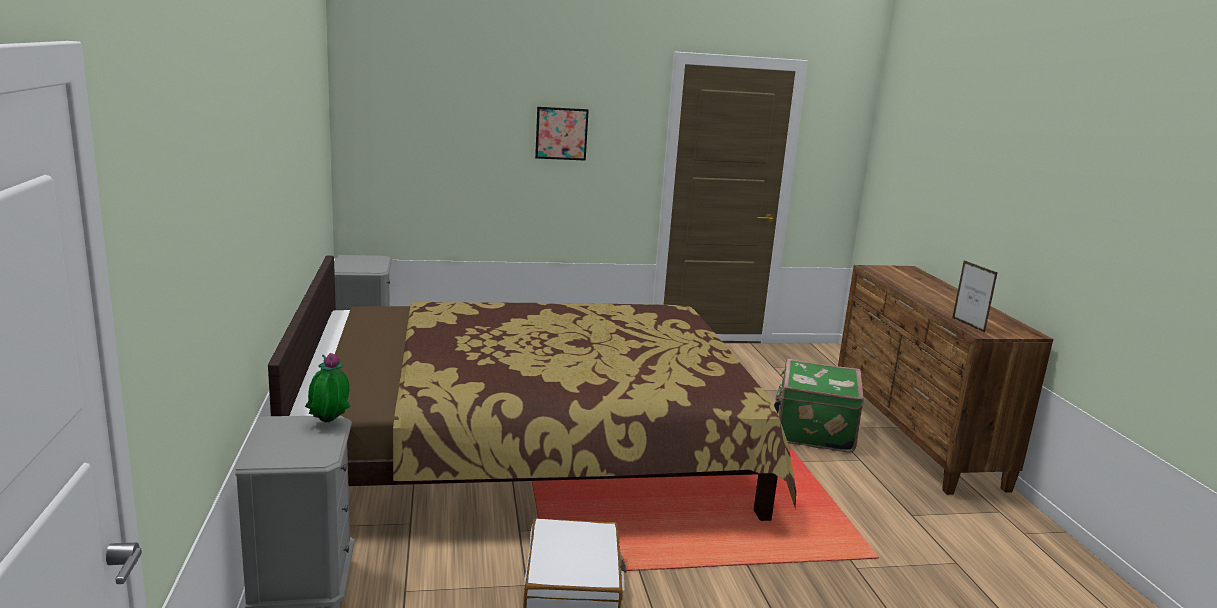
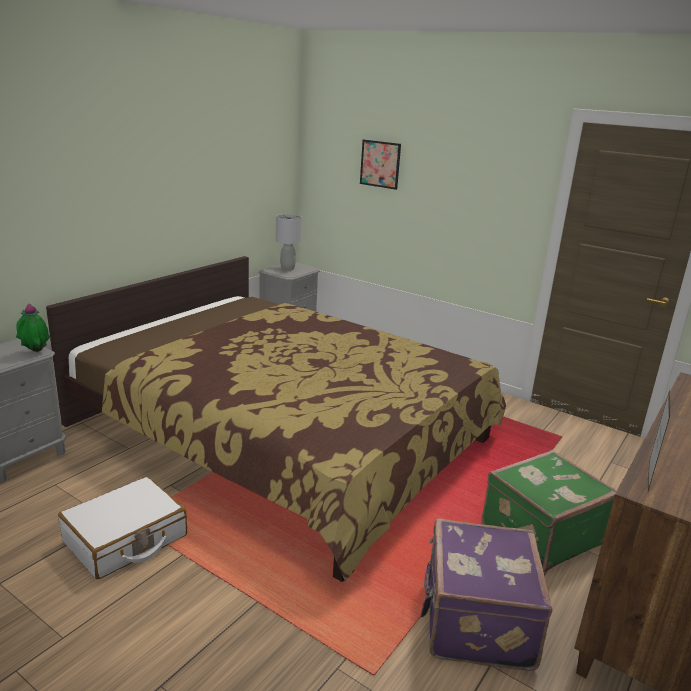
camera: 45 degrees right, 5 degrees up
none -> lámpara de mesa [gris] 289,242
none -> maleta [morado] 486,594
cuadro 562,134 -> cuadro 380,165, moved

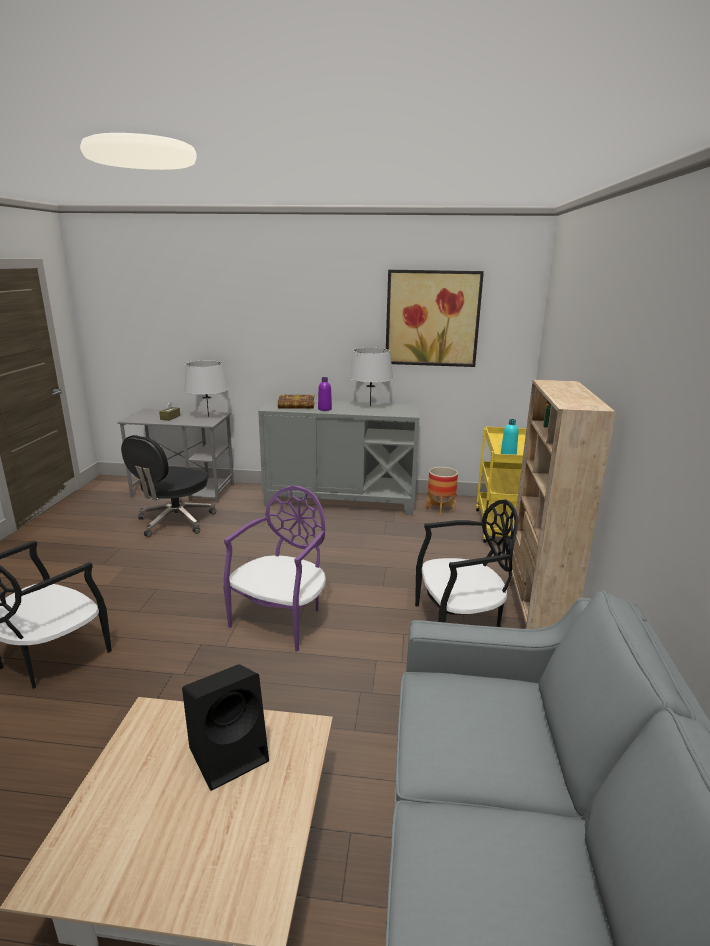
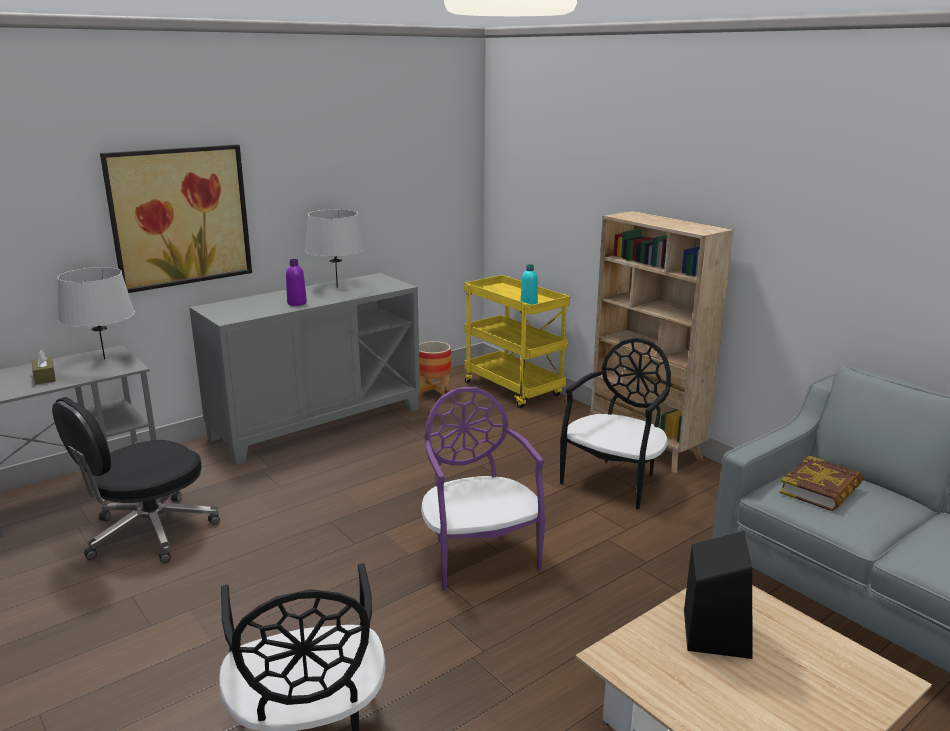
camera: 45 degrees left, 0 degrees up
libro 296,401 -> libro 821,483, moved
cuadro 435,318 -> cuadro 176,219, moved
silla de oficina [negro] 168,486 -> silla de oficina [negro] 136,480, 60 degrees clockwise

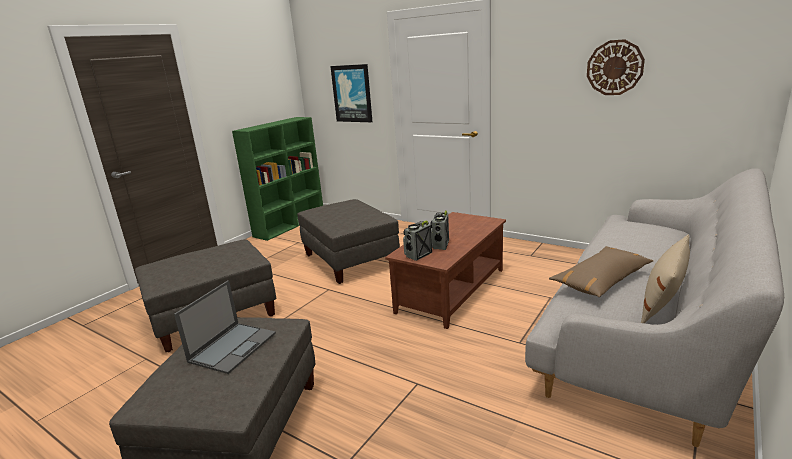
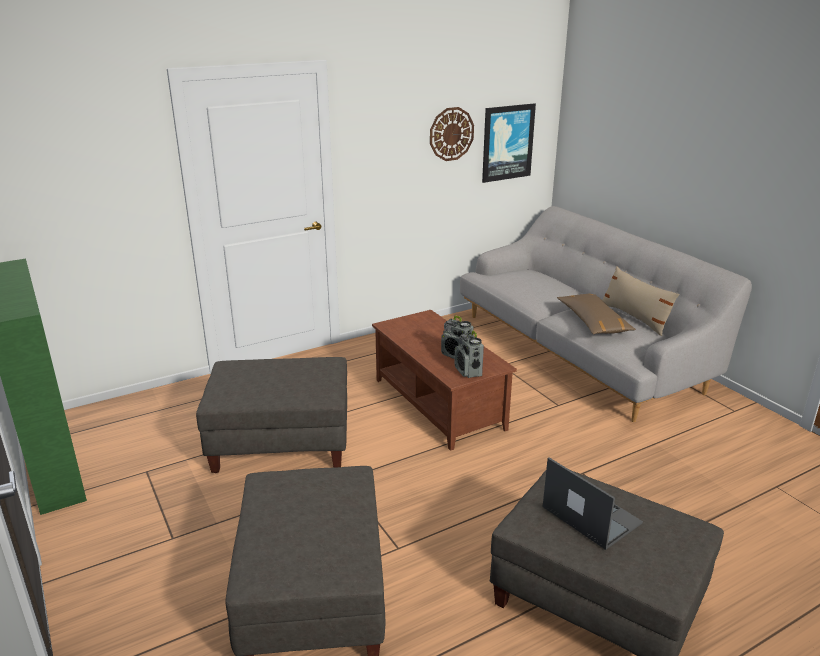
camera: 65 degrees left, 5 degrees up
cuadro 351,93 -> cuadro 509,143, moved

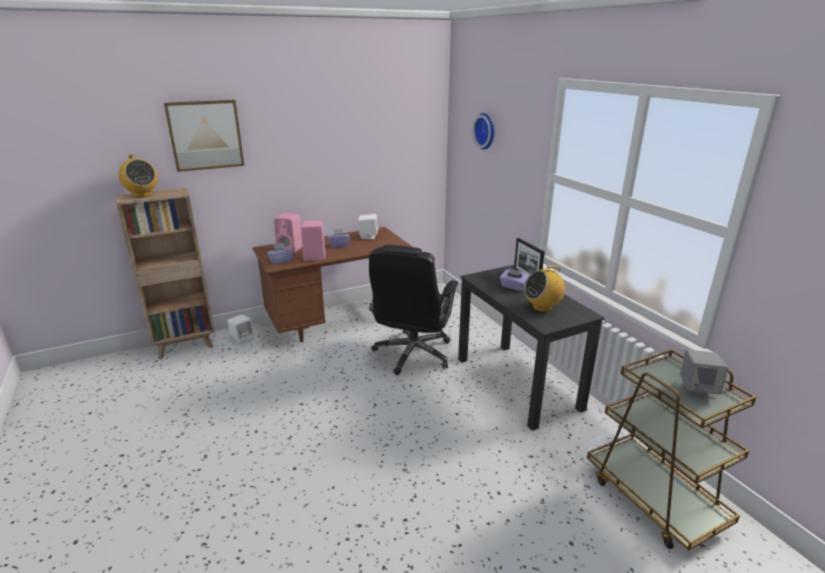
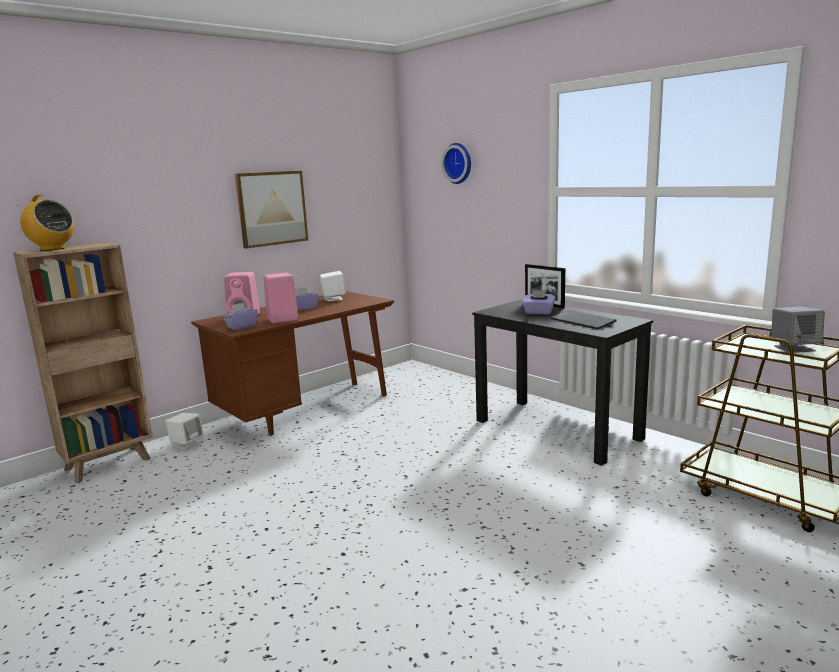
camera: 15 degrees left, 10 degrees down
silla de oficina [negro] 413,310 -> none
cuadro 204,136 -> cuadro 271,210, moved
radio 544,289 -> teclado 583,319

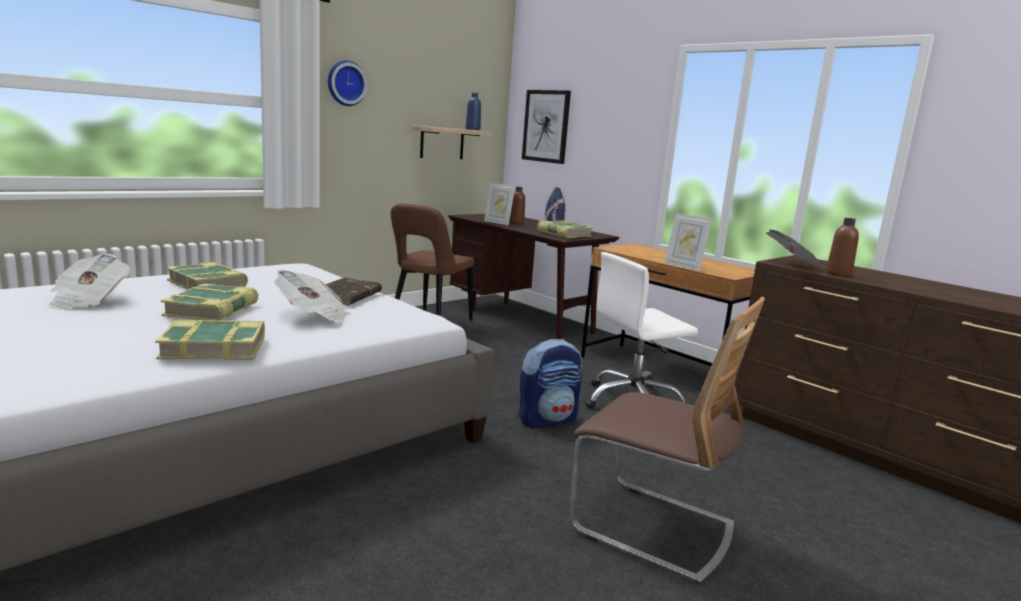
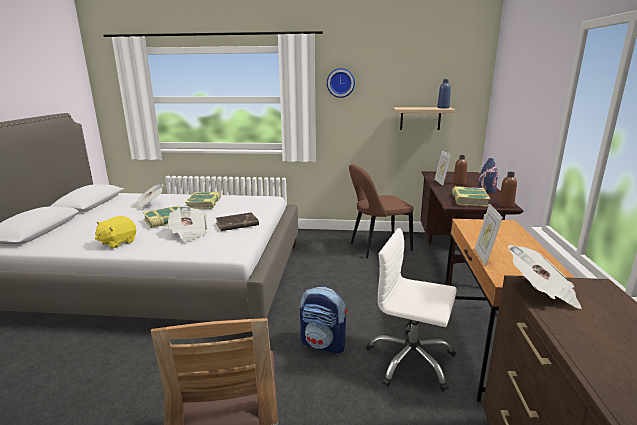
camera: 50 degrees right, 5 degrees up
cuadro 546,127 -> none
botella [marrón] 842,247 -> botella [marrón] 507,190, moved
libro 210,340 -> peluche [amarillo] 115,232

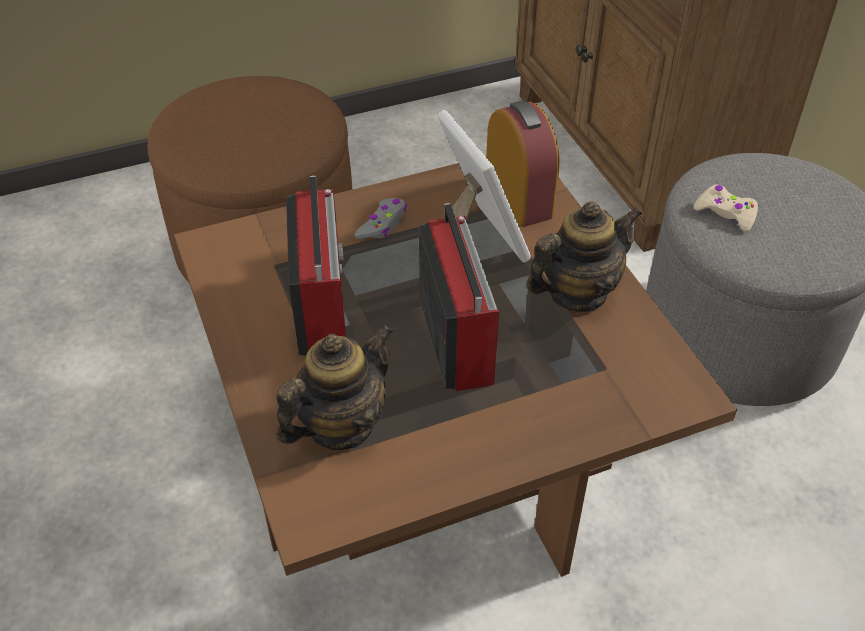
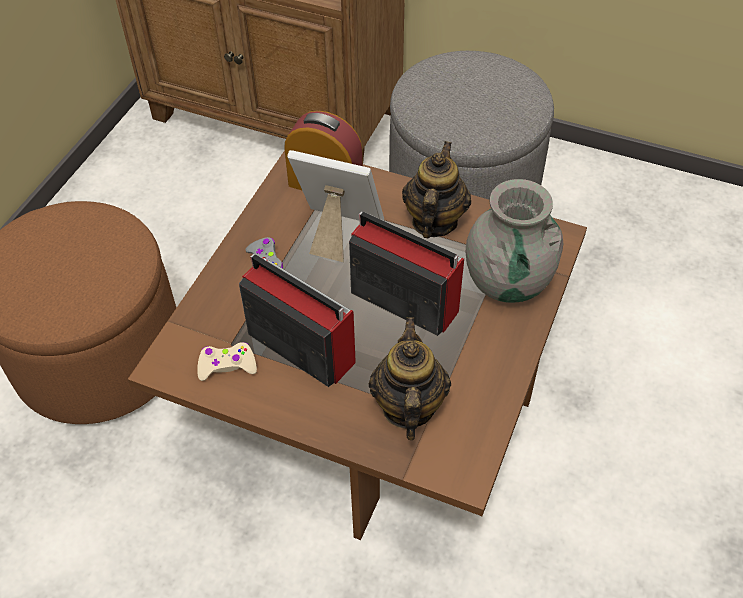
camera: 45 degrees left, 5 degrees up
none -> florero [gris] 514,241
mando de consola [beis] 726,208 -> mando de consola [beis] 227,361, moved

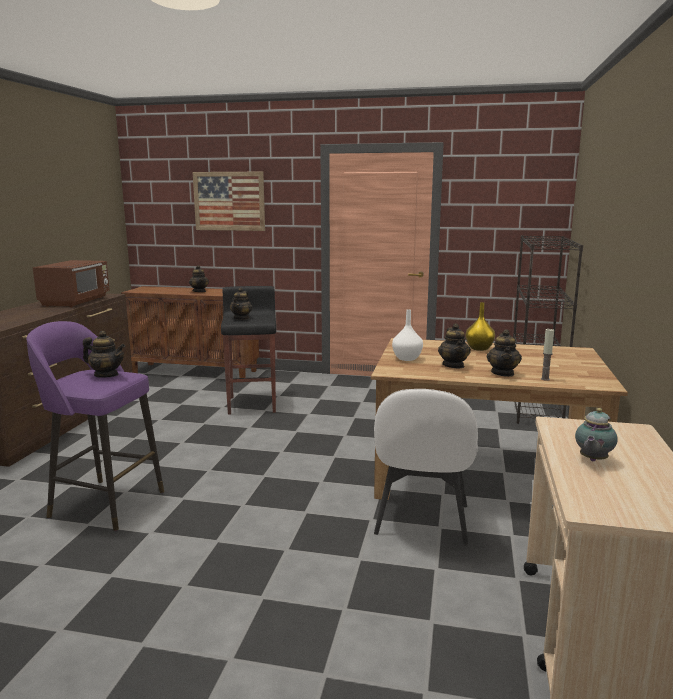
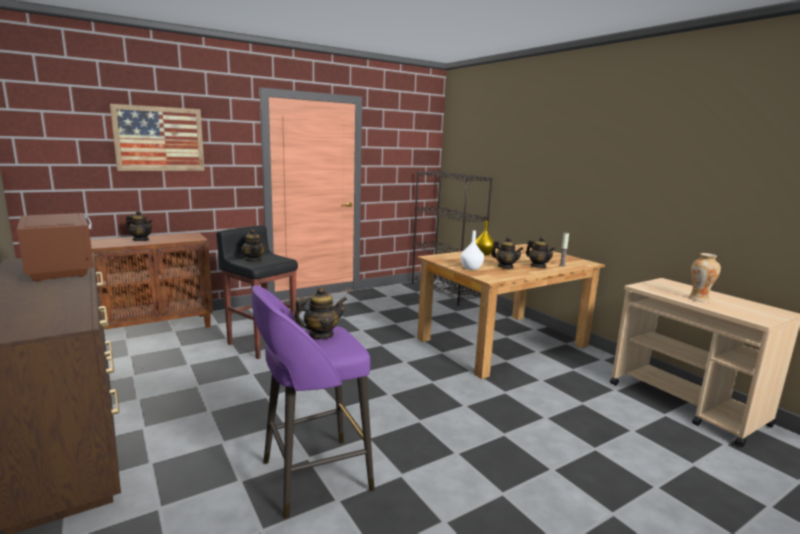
camera: 45 degrees left, 0 degrees up
silla [blanco] 426,466 -> none
tetera 596,434 -> florero 704,277

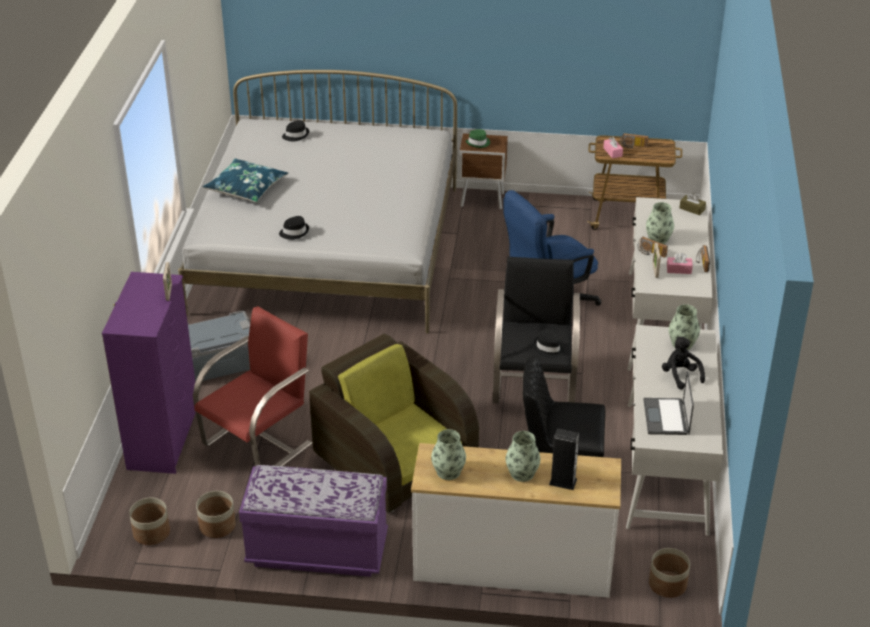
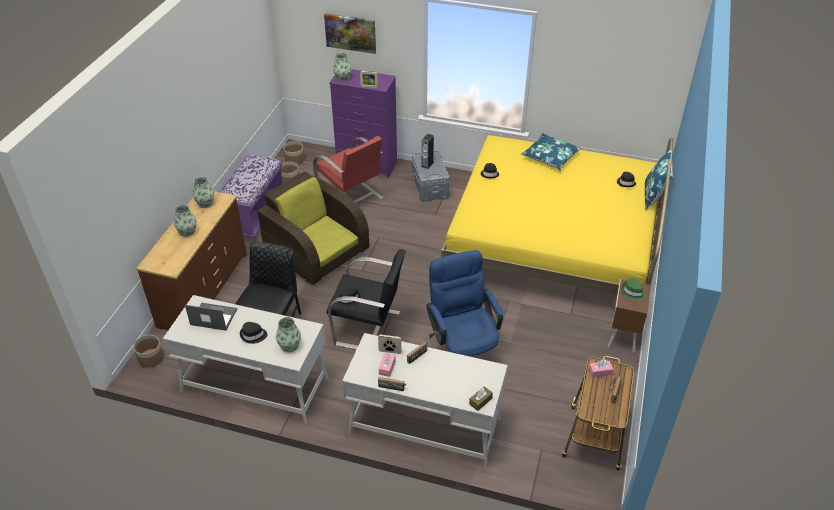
camera: 100 degrees right, 5 degrees up
none -> cuadro 350,34
none -> cojín [azul] 659,179
altavoz 564,459 -> altavoz 427,151, moved
florero 660,223 -> florero 342,67, moved
peluche [negro] 683,363 -> sombrero [negro] 253,333
cama [blanco] 317,202 -> cama [amarillo] 557,214
cómoda [blanco] 516,520 -> cómoda [marrón] 191,260
sillón [marrón] 394,423 -> sillón [marrón] 313,228, 105 degrees counterclockwise

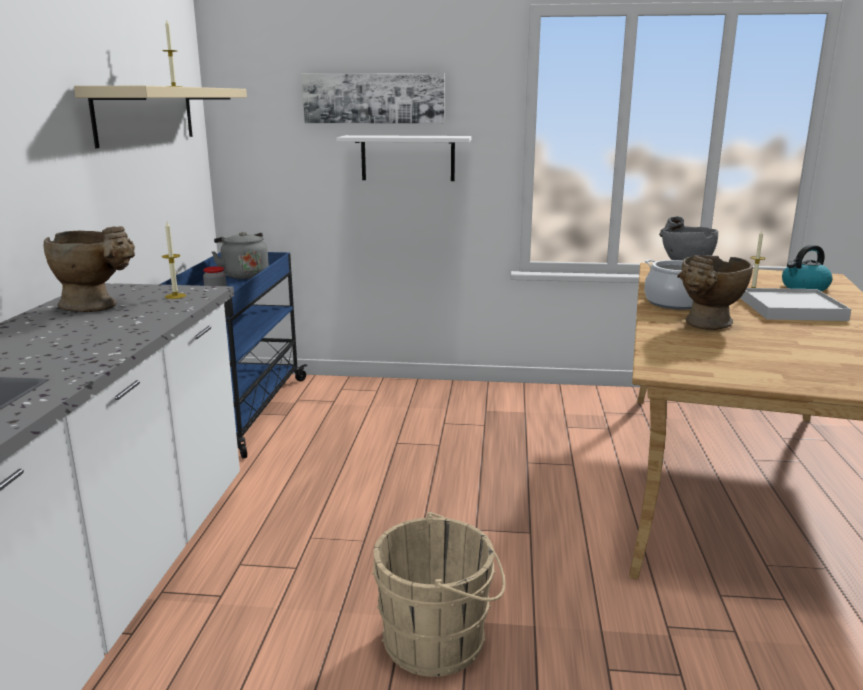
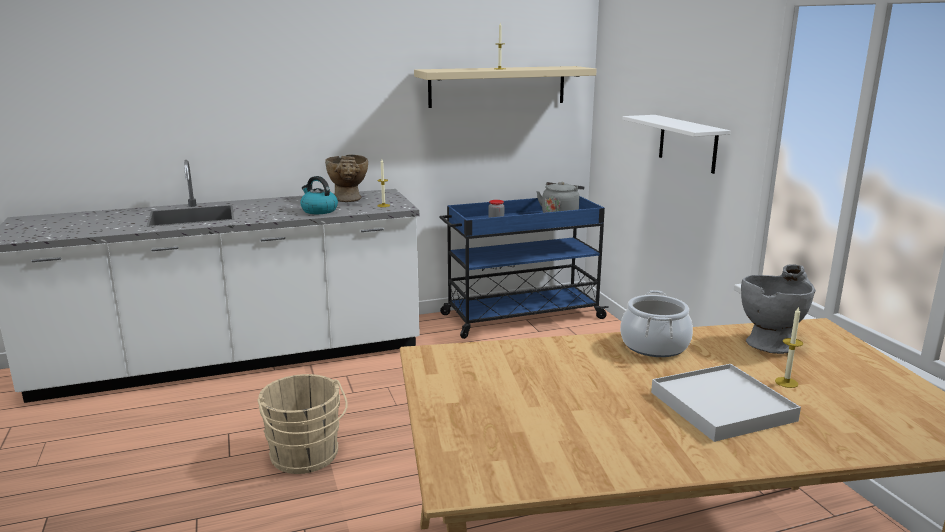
camera: 65 degrees right, 0 degrees up
cuadro 373,98 -> none
florero [beis] 715,292 -> none
hervidor 807,268 -> hervidor 319,195, moved

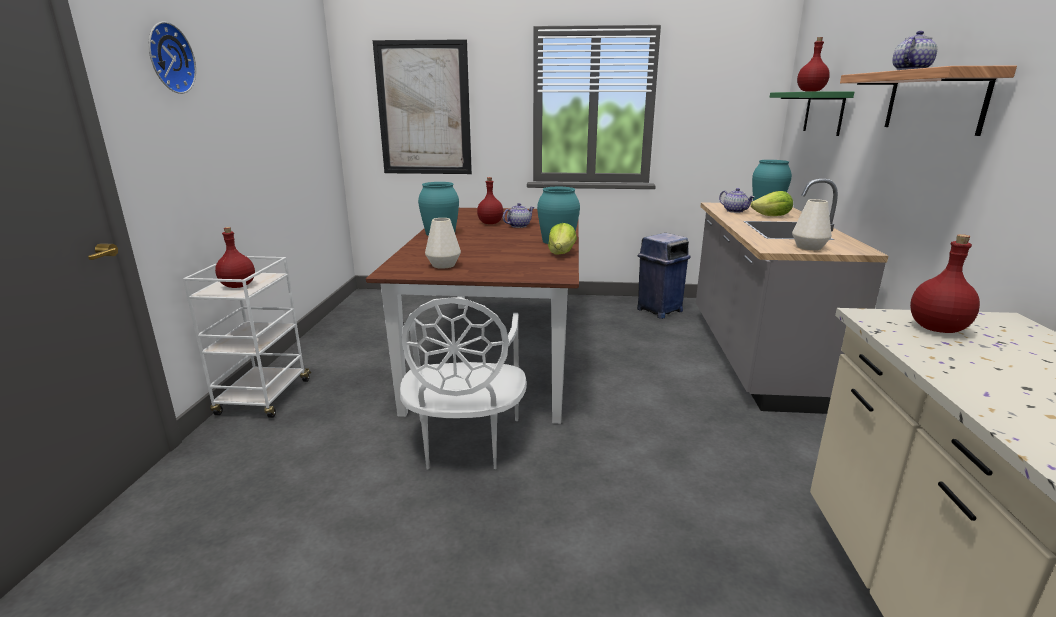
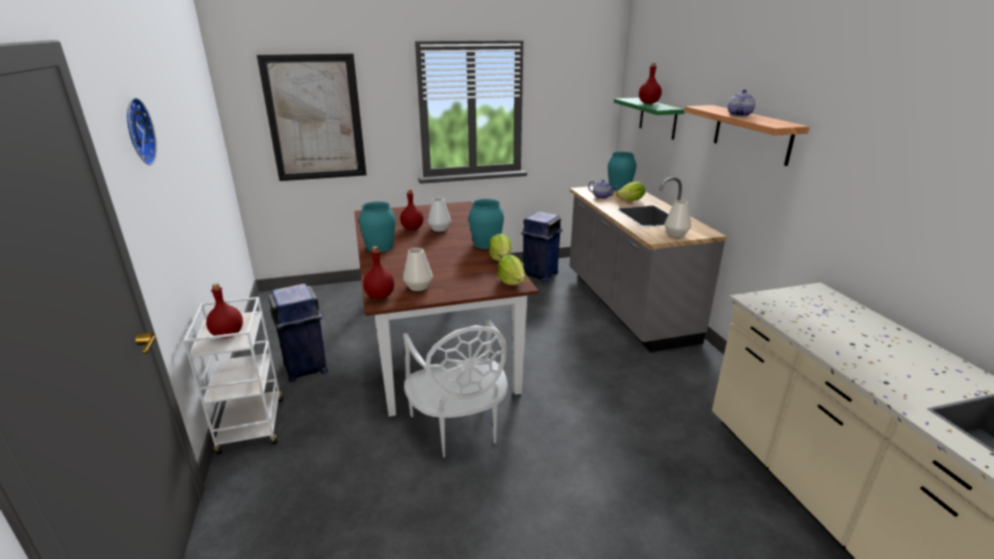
camera: 20 degrees left, 5 degrees up
none -> papelera [azul] 298,333
none -> lechuga 511,270
botella [rojo] 945,283 -> botella [rojo] 378,272, moved
tetera 519,215 -> florero [blanco] 439,215

